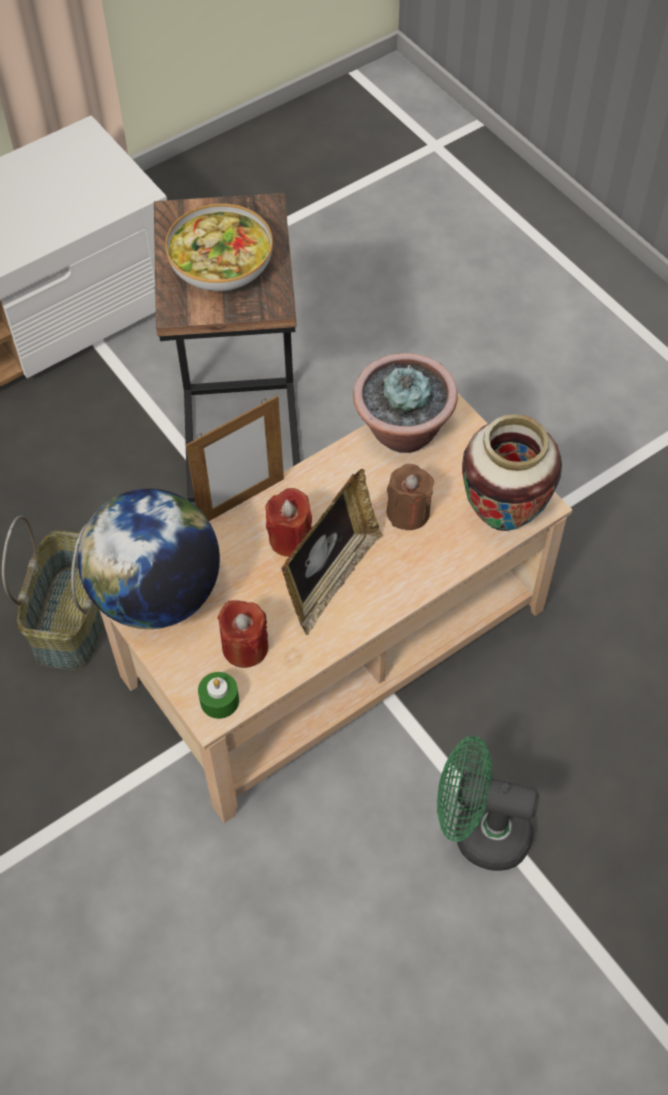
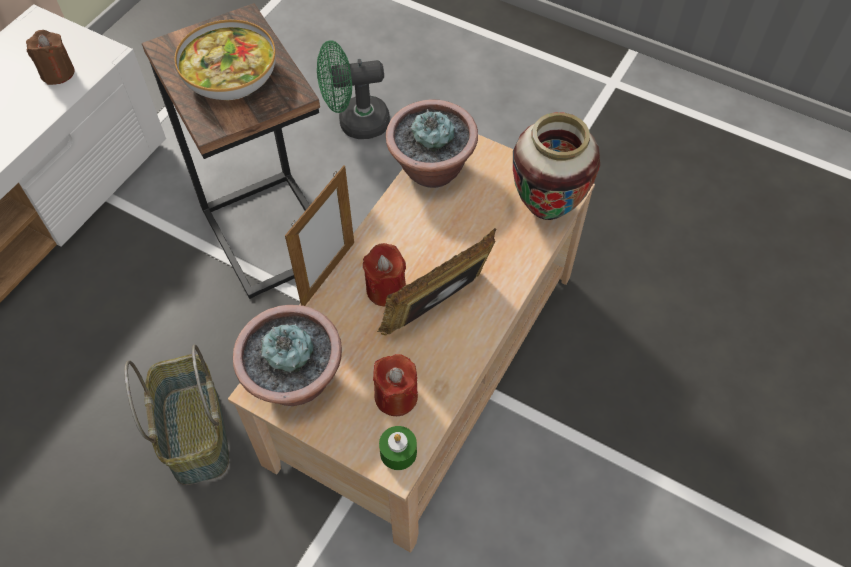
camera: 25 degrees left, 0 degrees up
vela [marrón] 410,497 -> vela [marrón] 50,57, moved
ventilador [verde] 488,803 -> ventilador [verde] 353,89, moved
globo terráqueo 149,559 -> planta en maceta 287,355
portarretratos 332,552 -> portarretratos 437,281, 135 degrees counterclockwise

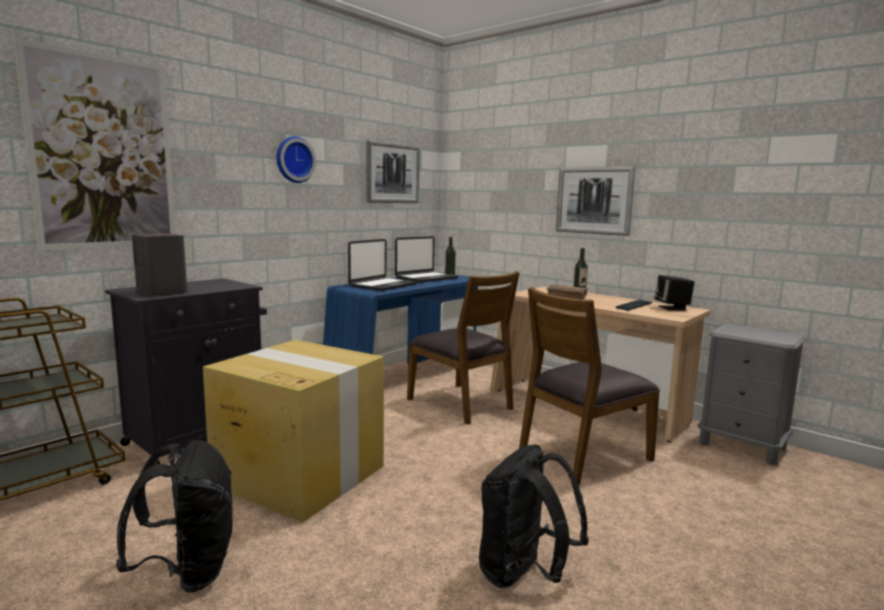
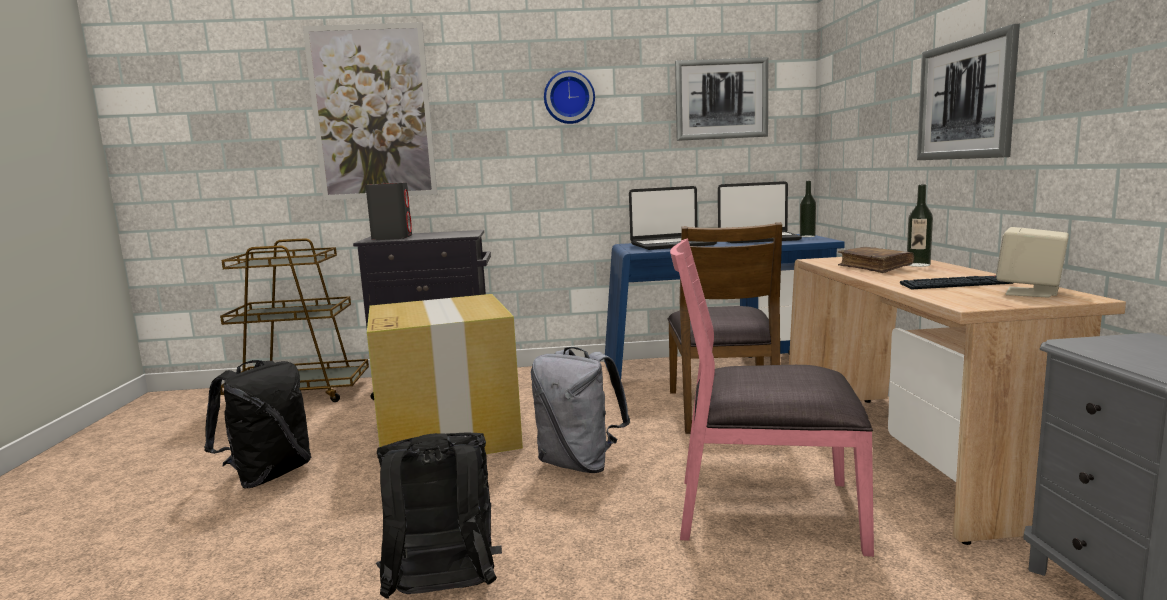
camera: 45 degrees right, 0 degrees up
none -> mochila [gris] 580,410
silla [marrón] 589,386 -> silla [rosa] 772,397
altavoz [negro] 674,293 -> altavoz [beis] 1032,262

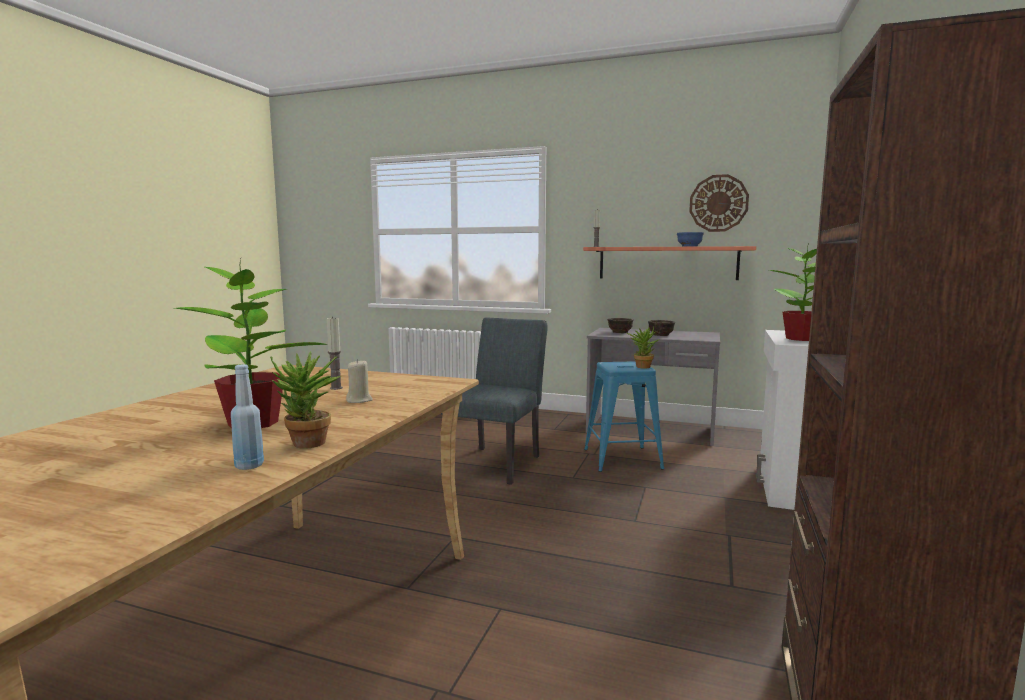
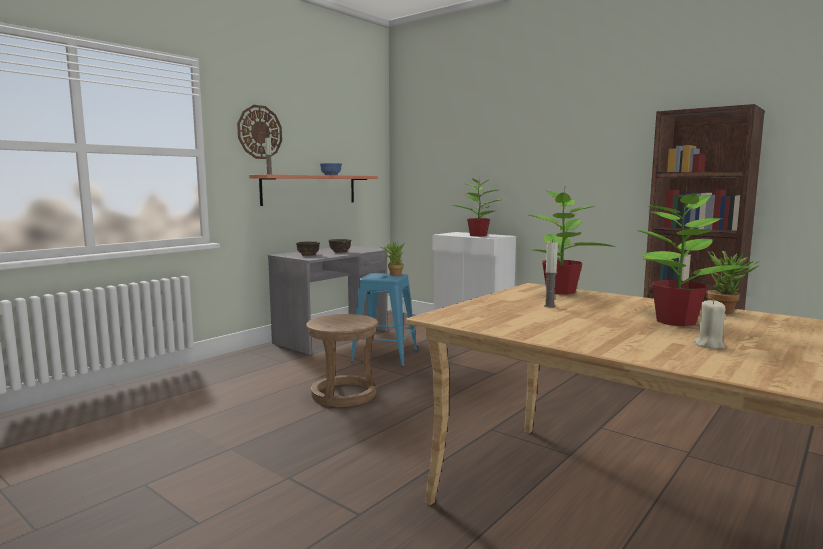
camera: 70 degrees left, 0 degrees up
botella [azul] 247,417 -> none
none -> planta en maceta 572,240
vela [beis] 359,381 -> vela [beis] 709,324, moved
reloj de pared 719,203 -> reloj de pared 259,132, moved
silla [gris] 494,401 -> taburete [marrón] 342,360

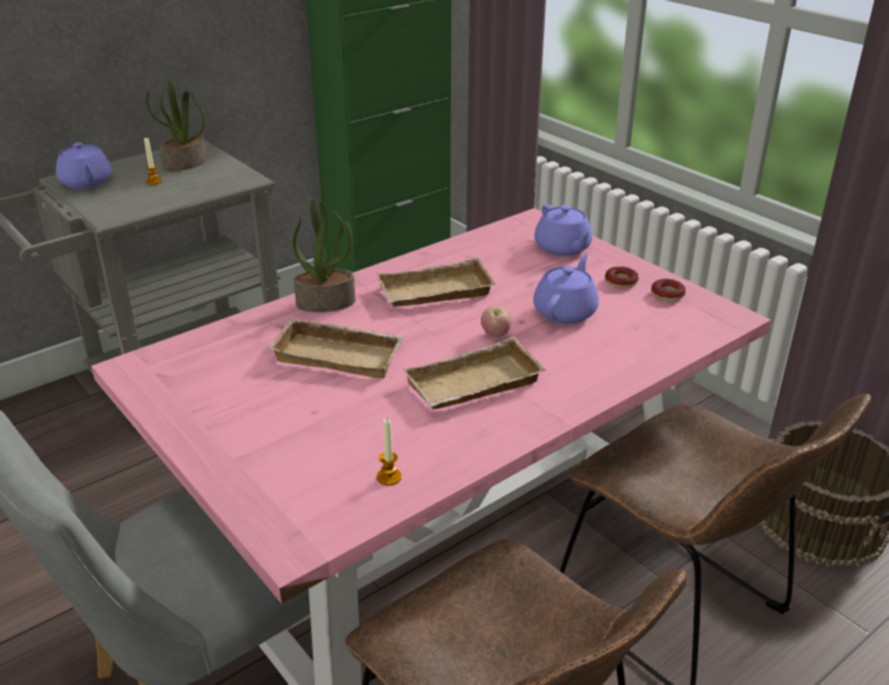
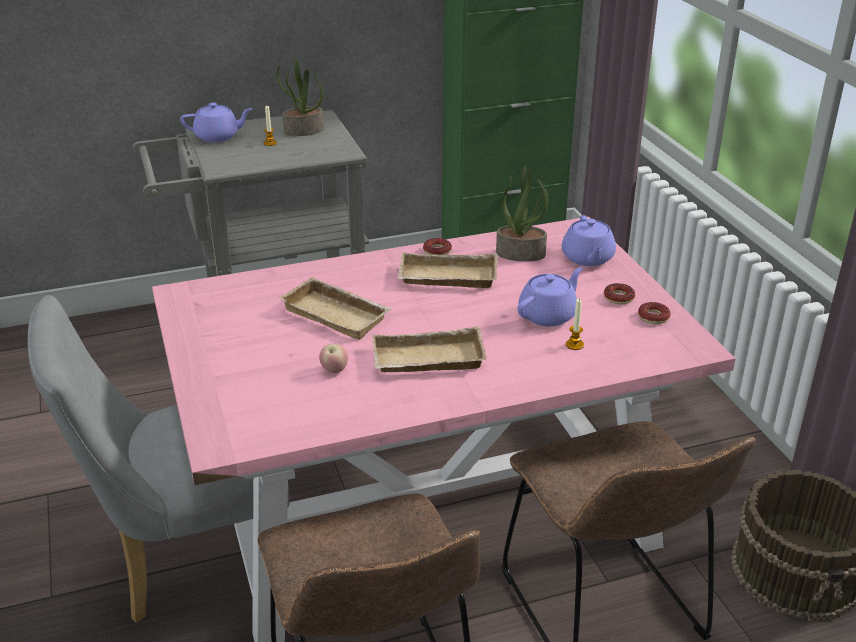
camera: 20 degrees right, 0 degrees up
none -> rosquilla 437,246
planta en maceta 324,255 -> planta en maceta 522,214, moved
vela 389,452 -> vela 575,324, moved
manzana 496,321 -> manzana 333,358, moved
tetera [morado] 84,165 -> tetera [morado] 216,122, 90 degrees counterclockwise

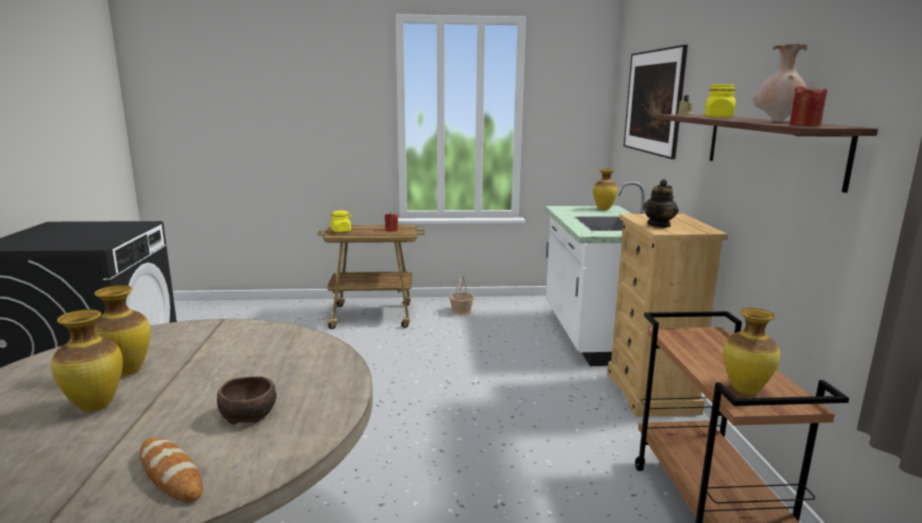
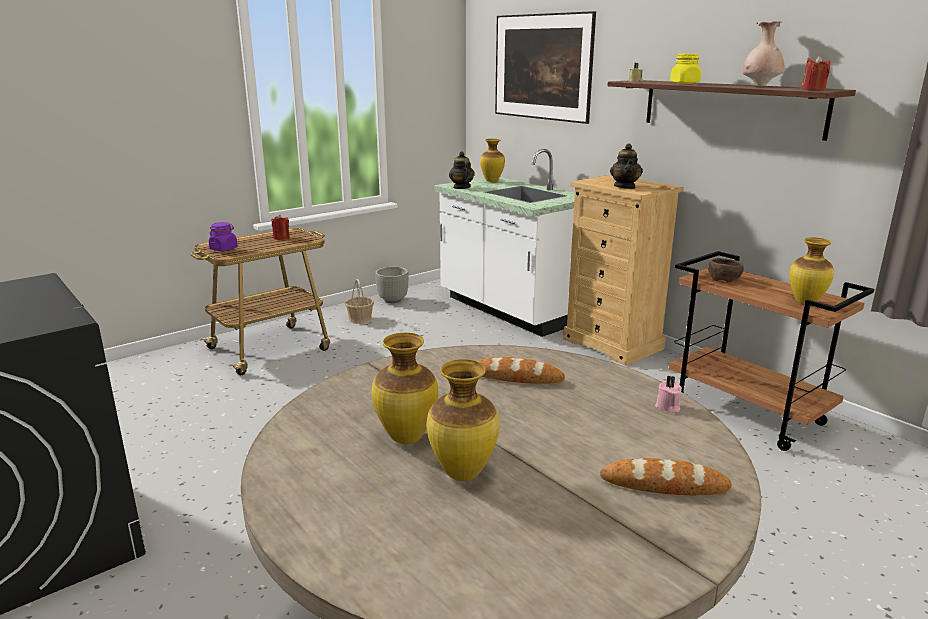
camera: 35 degrees left, 5 degrees up
none -> maceta [gris] 392,285
none -> tetera 462,170
none -> pan 520,370
none -> vela [rosa] 668,394
cuenco [marrón] 247,400 -> cuenco [marrón] 726,270, moved
tarro [amarillo] 341,221 -> tarro [morado] 223,236

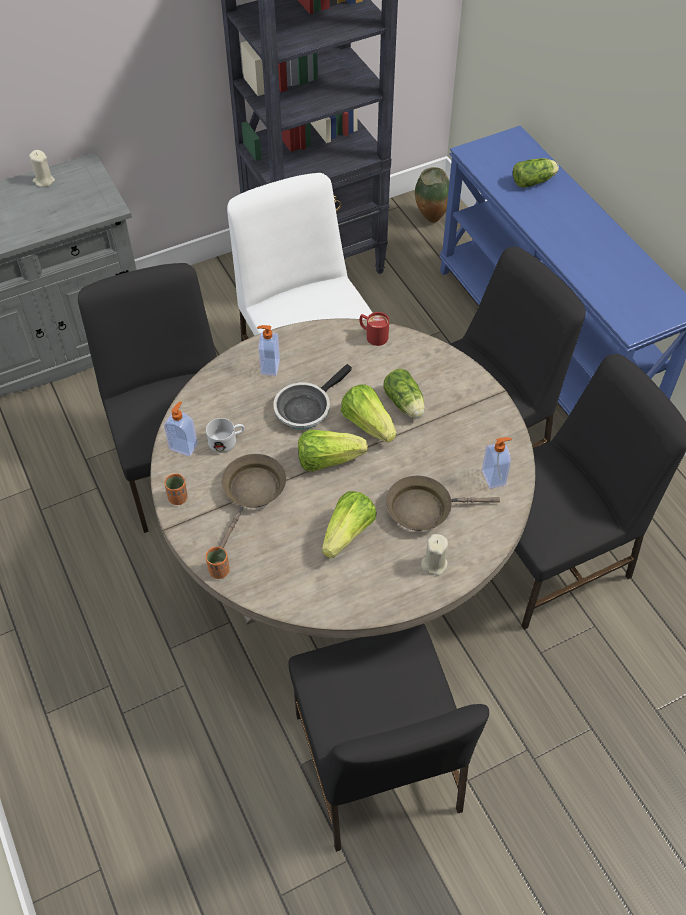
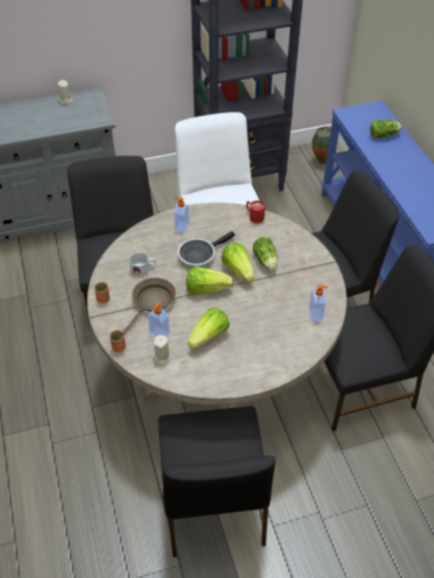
camera: 10 degrees right, 5 degrees down
sartén [marrón] 443,503 -> none
dispensador de jabón 181,429 -> dispensador de jabón 159,319, moved
vela [beis] 434,555 -> vela [beis] 162,350, moved

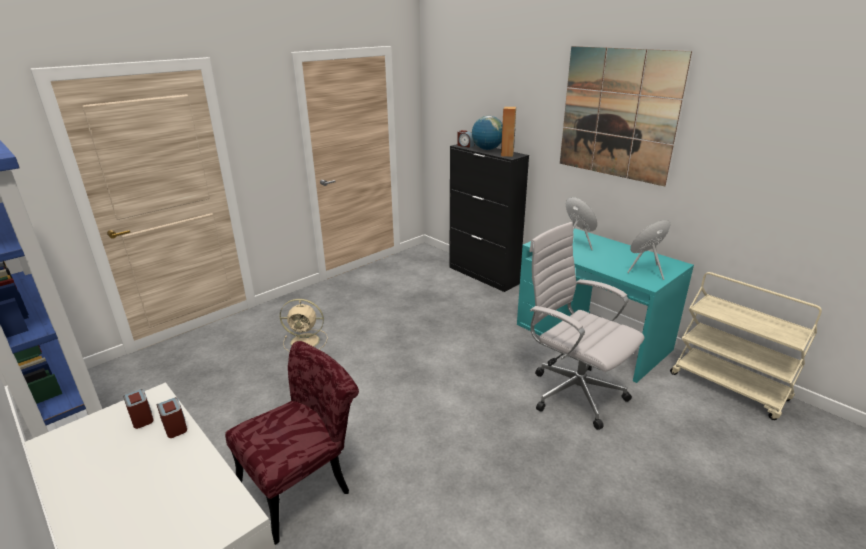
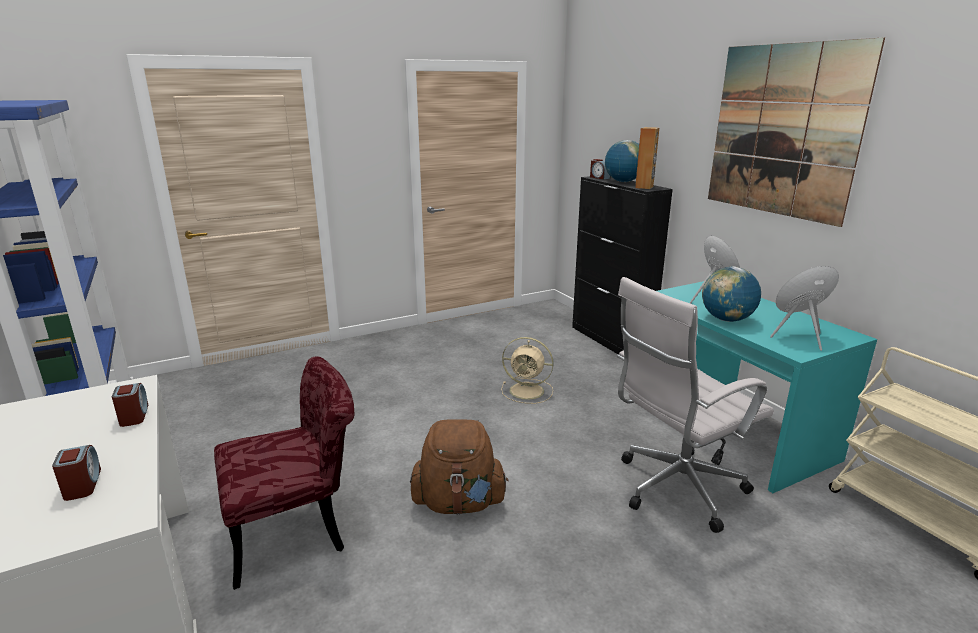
camera: 15 degrees right, 5 degrees down
none -> mochila [marrón] 459,467
none -> globo terráqueo 731,294
despertador 138,409 -> despertador 76,473, moved
ventilador [beis] 304,325 -> ventilador [beis] 527,370, moved
silla de oficina [blanco] 586,326 -> silla de oficina [blanco] 695,405, 90 degrees counterclockwise

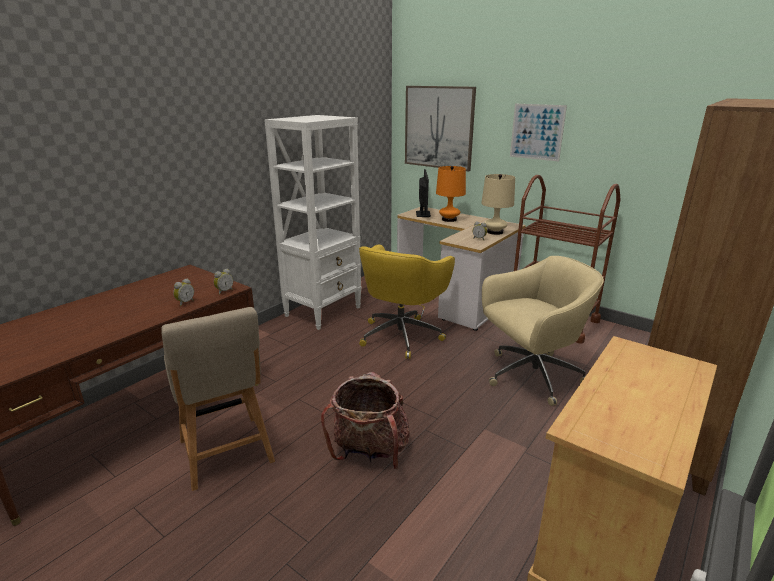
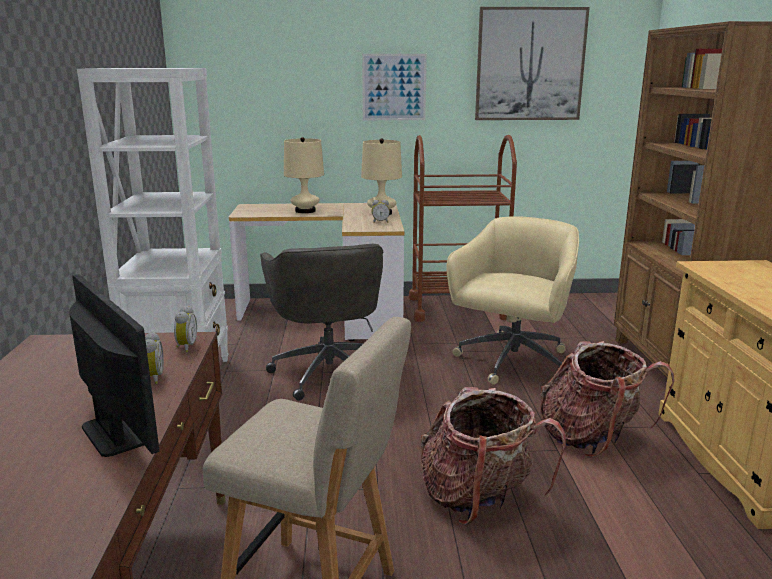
camera: 40 degrees left, 5 degrees down
none -> mochila 607,399
cuadro 440,129 -> cuadro 532,63, moved
monitor 423,193 -> monitor 114,365, moved
silla de oficina [amarillo] 407,302 -> silla de oficina [gris] 321,322
lámpara de mesa [naranja] 451,194 -> lámpara de mesa [beis] 304,175

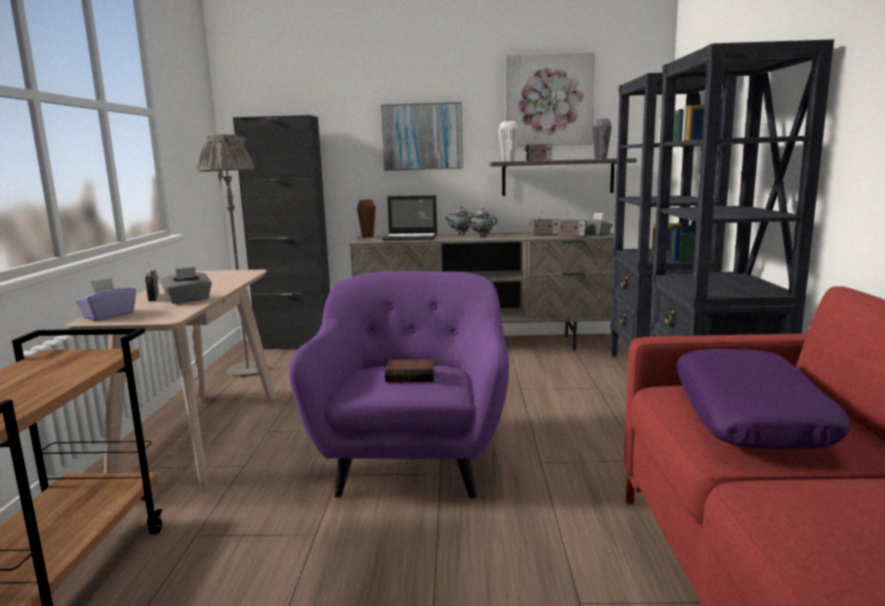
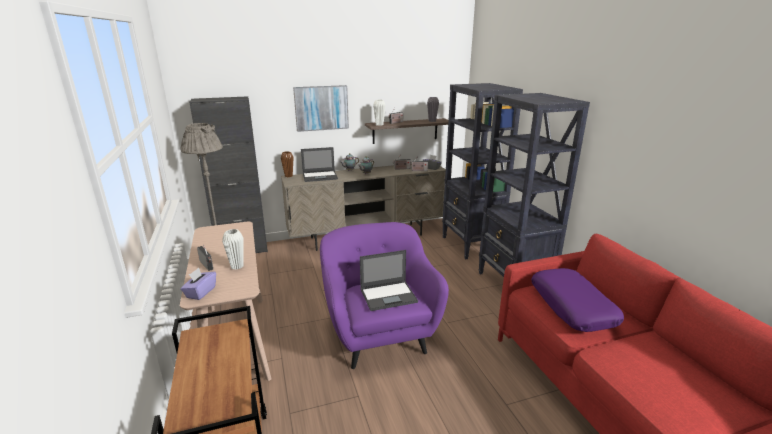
camera: 20 degrees left, 10 degrees up
cuadro 550,99 -> none
caja de pañuelos [gris] 186,285 -> florero [blanco] 233,249
libro 410,370 -> portátil 389,280

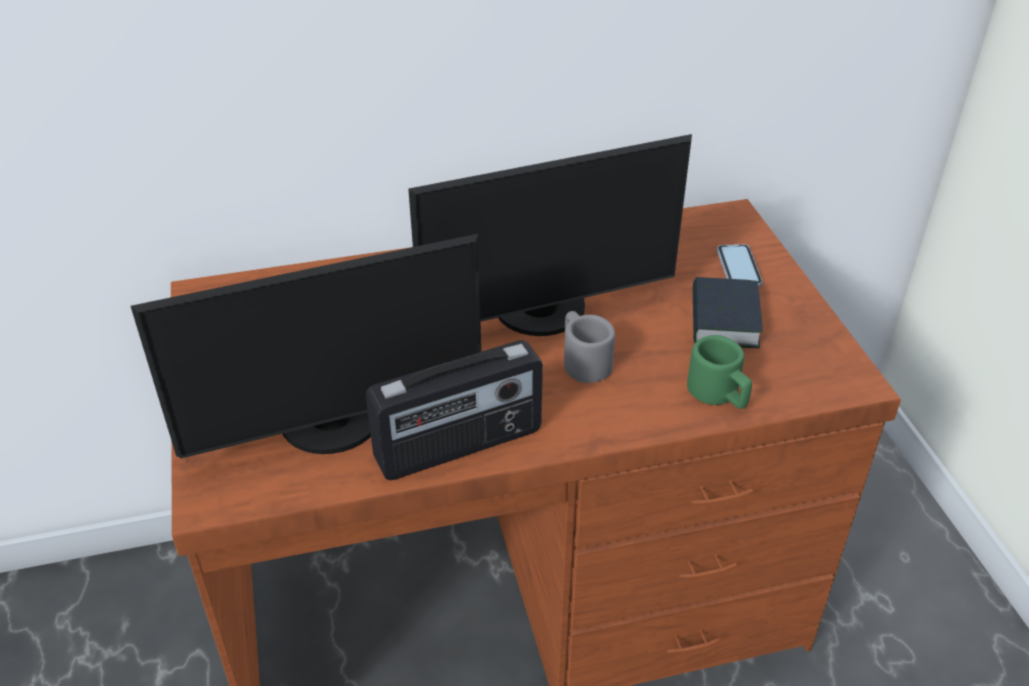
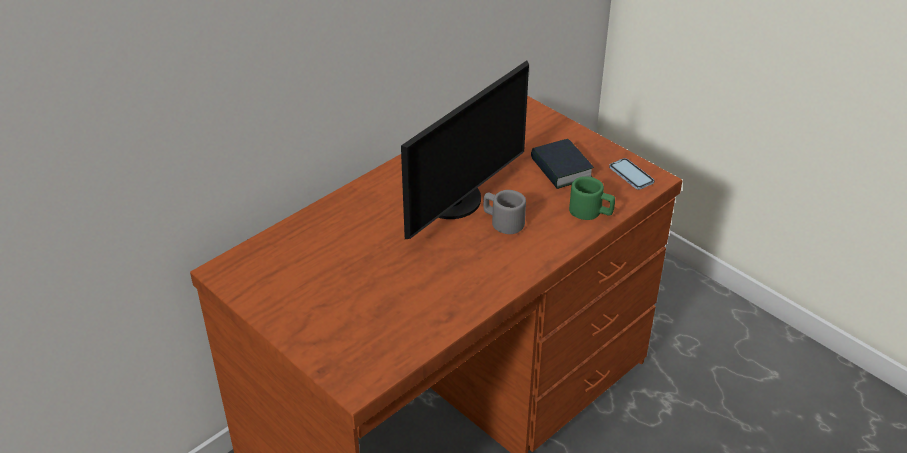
camera: 30 degrees left, 0 degrees up
monitor 306,346 -> none
radio 454,410 -> none
móvil 740,265 -> móvil 631,174, moved

